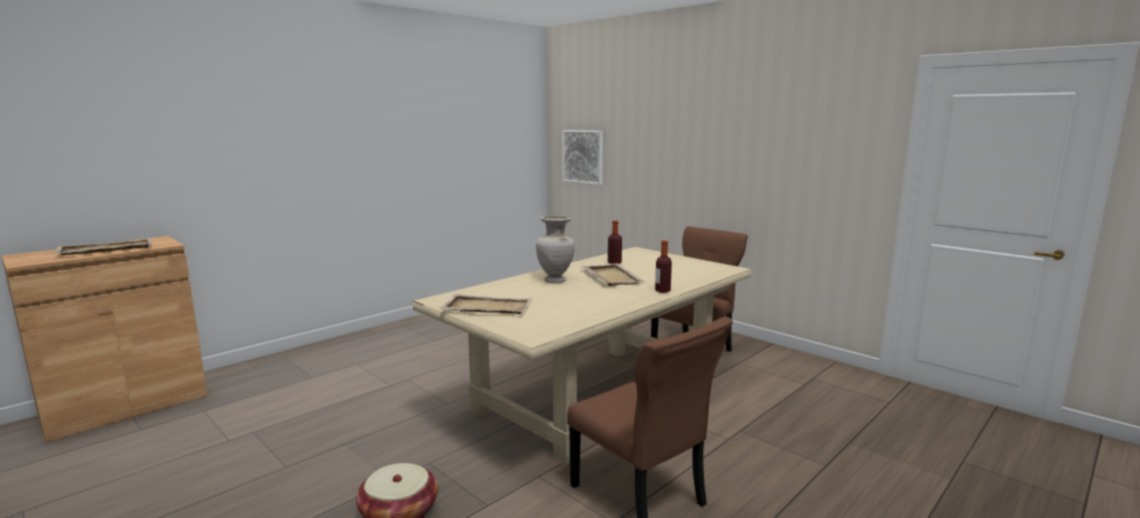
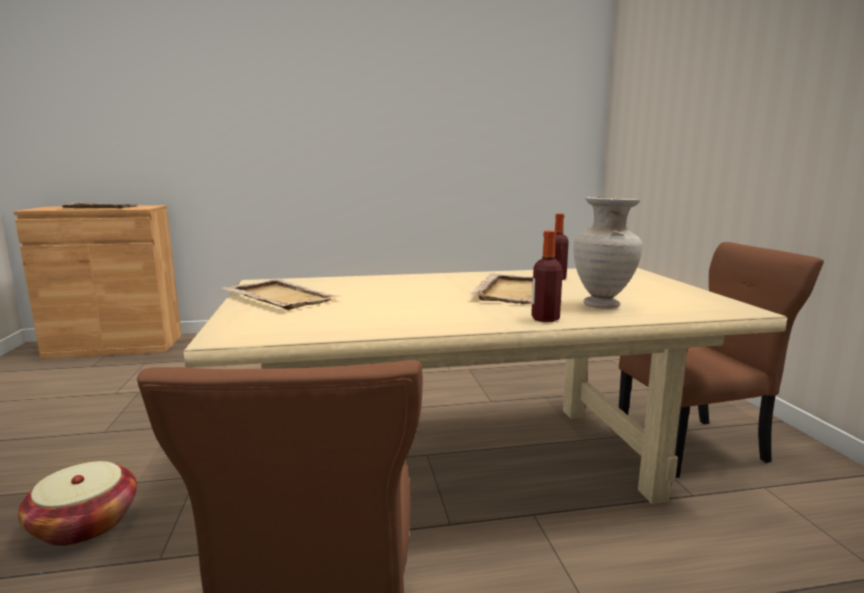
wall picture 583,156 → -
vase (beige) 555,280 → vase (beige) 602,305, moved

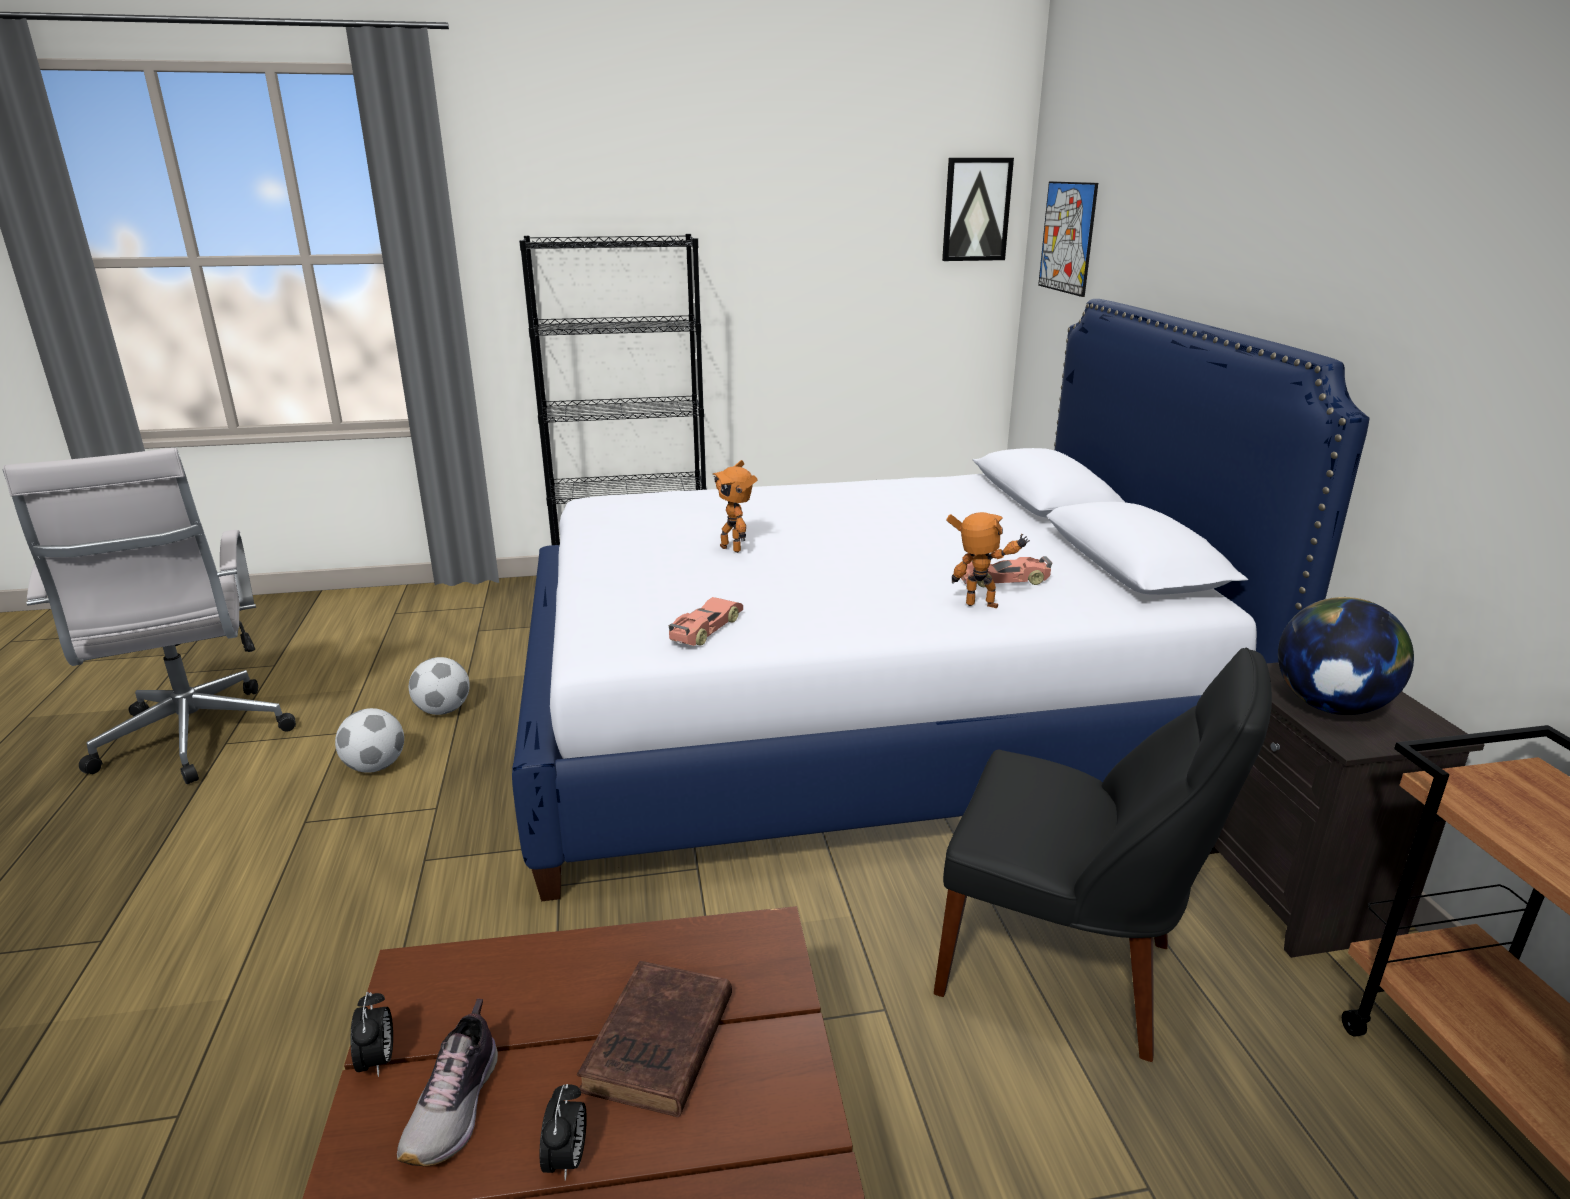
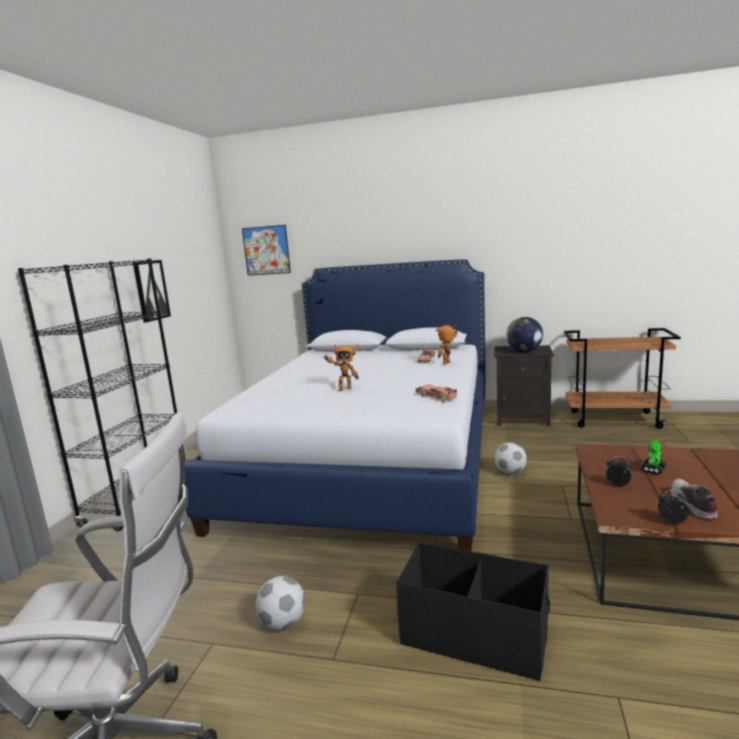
wall picture 976,210 → wall picture 151,290, moved
chair (blackish) 1067,971 → -
ball for football 443,710 → ball for football 510,472, moved
bound book (brownish) 657,1046 → toy robot 653,469
low shoe 456,1106 → low shoe 692,505, 120 degrees counterclockwise
table clock 567,1159 → table clock 618,484, moved
- → storage box (blackish) 474,635

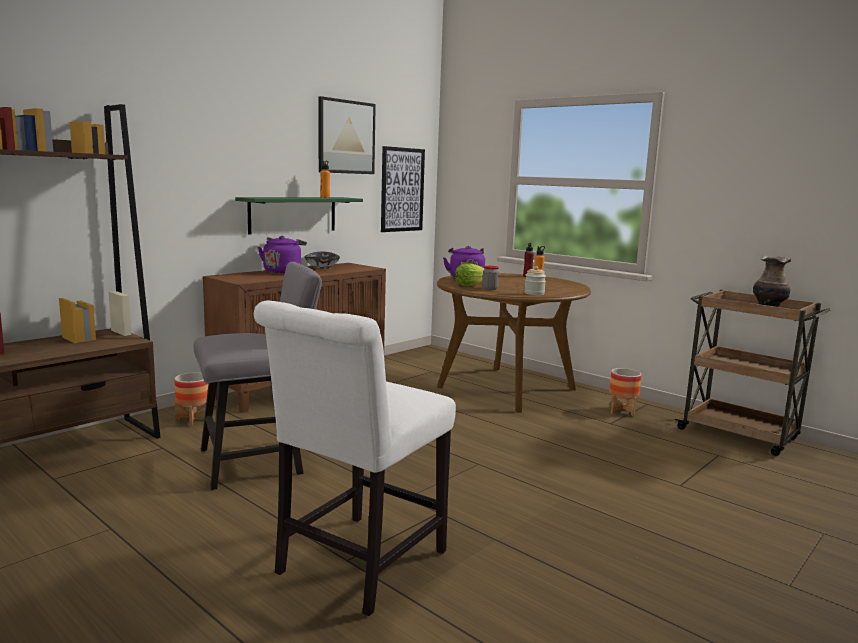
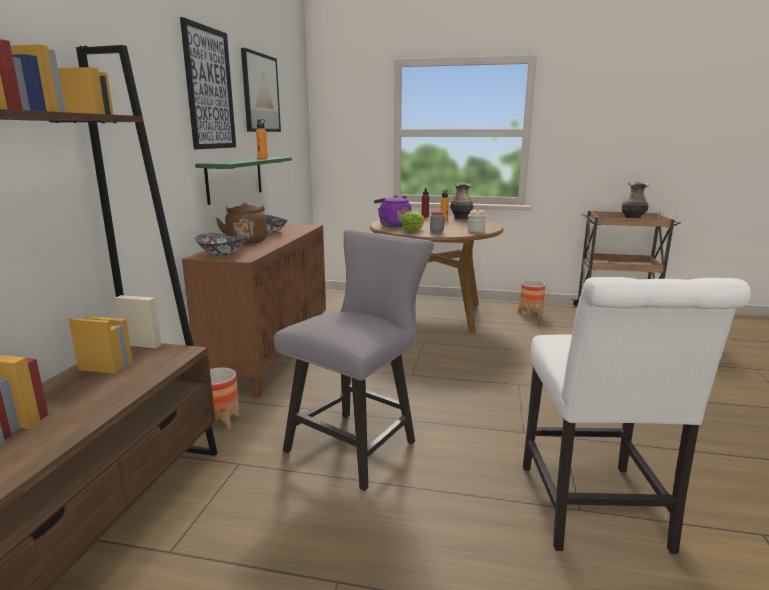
wall picture 402,189 → wall picture 209,89, moved
kettle (purple) 283,271 → kettle (brownish) 247,241
- → vase 461,218
- → deep dish 222,254

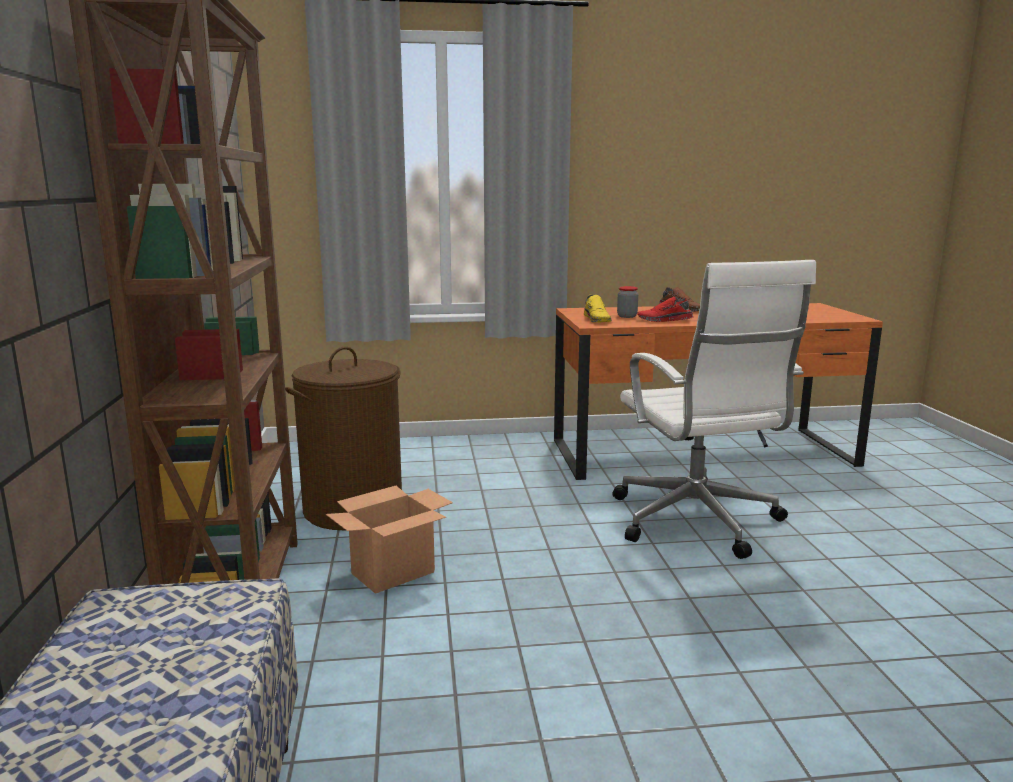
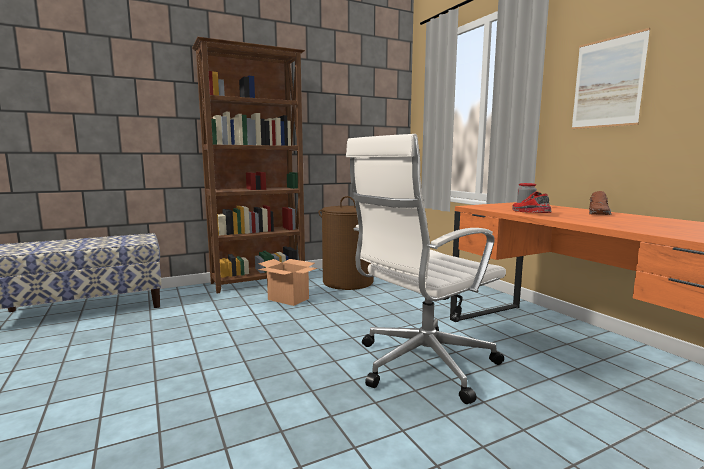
low shoe (yellow) 597,320 → -
- → wall picture 607,83

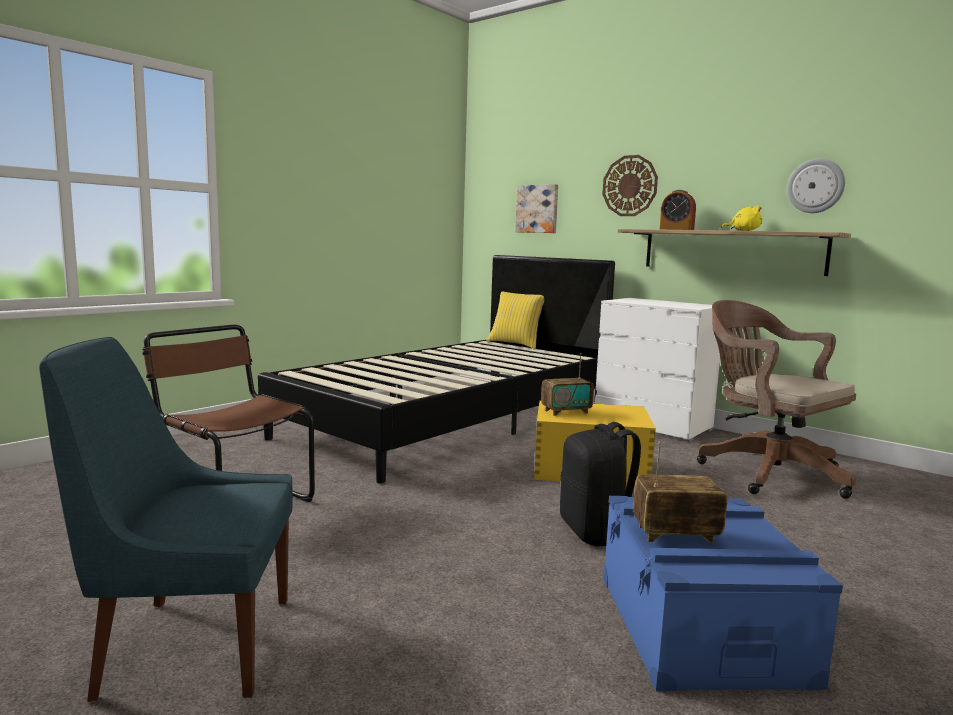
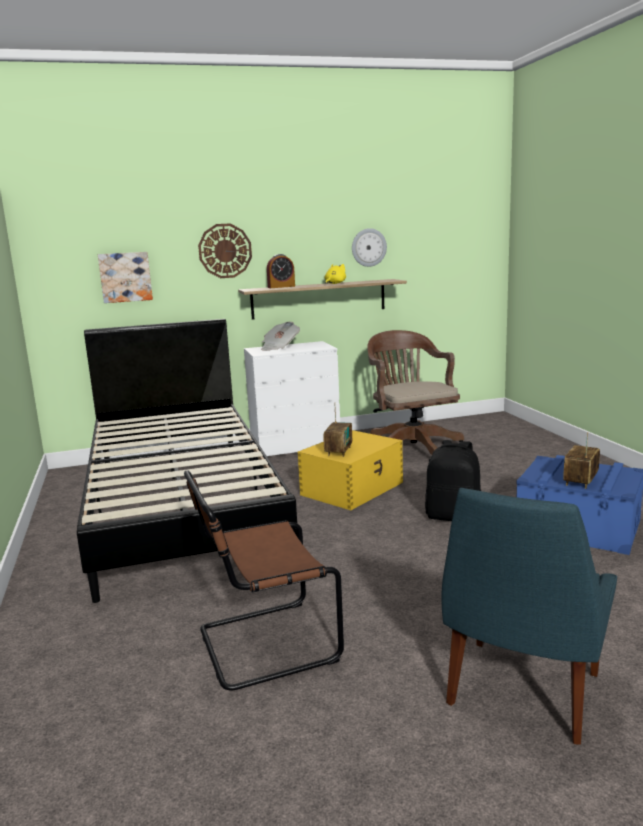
throw pillow (yellow) 516,344 → -
computer chair (brownish) 766,472 → computer chair (brownish) 411,447, 75 degrees clockwise
- → printed paper 279,347

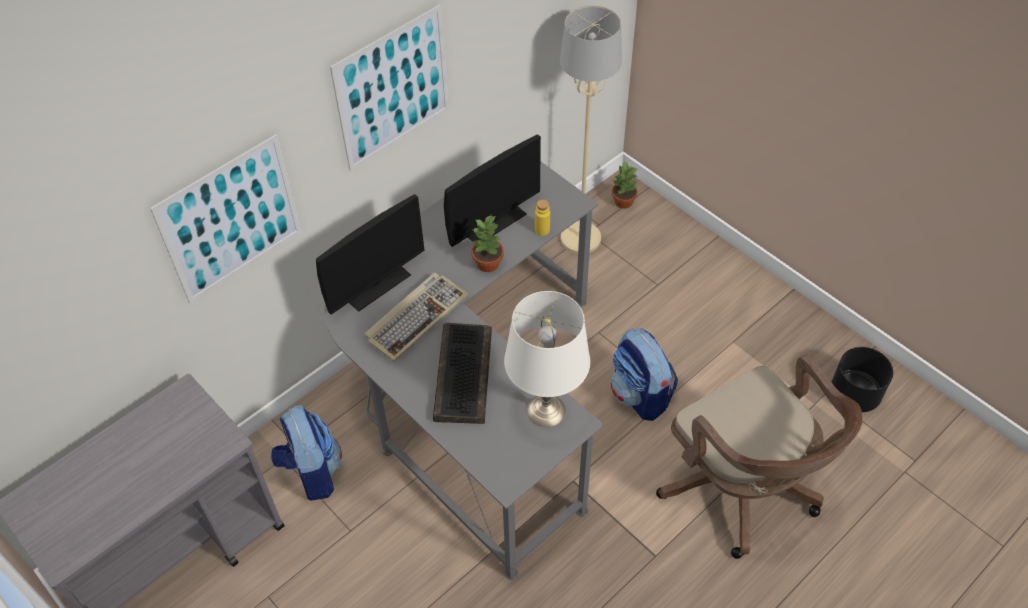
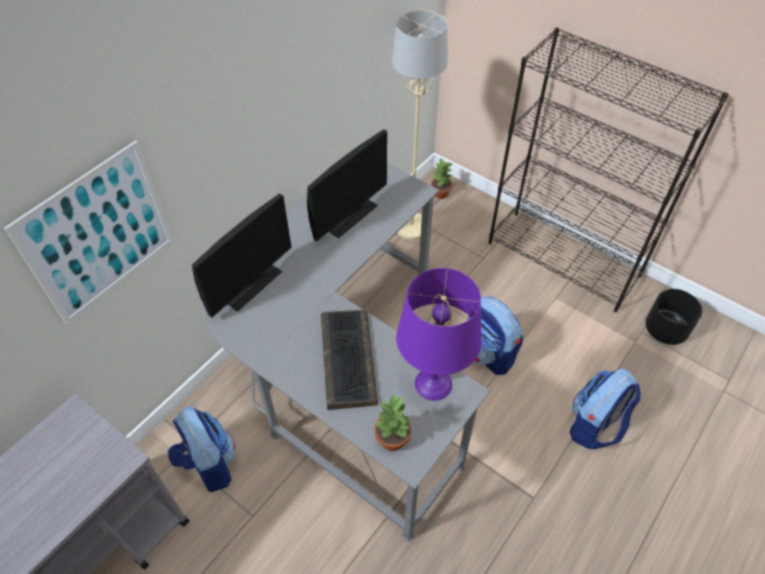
wall picture 393,89 → -
beverage bottle (yellow) 542,230 → -
potted plant 488,264 → potted plant 393,439, moved
PC keyboard 416,317 → -
lamp for a table (white) 545,410 → lamp for a table (purple) 432,383
computer chair (brownish) 743,490 → rucksack 594,426
- → bookcase (blackish) 564,259

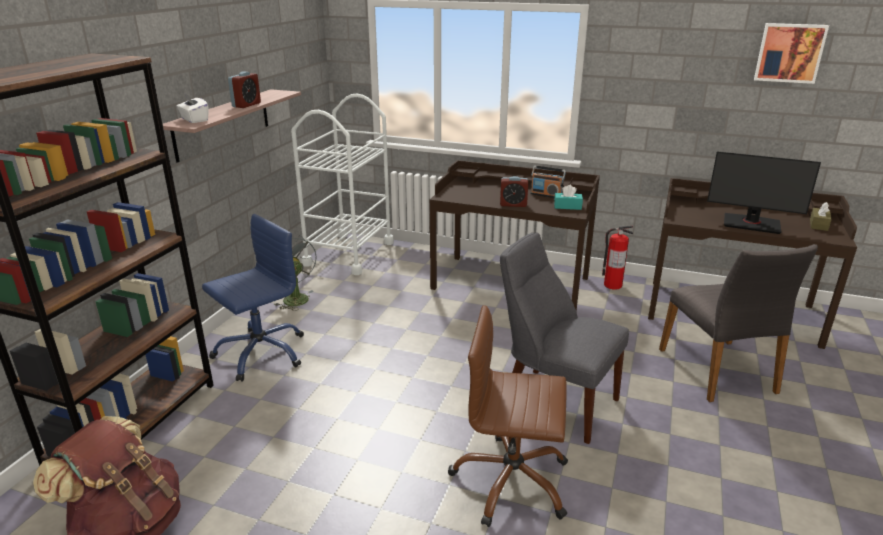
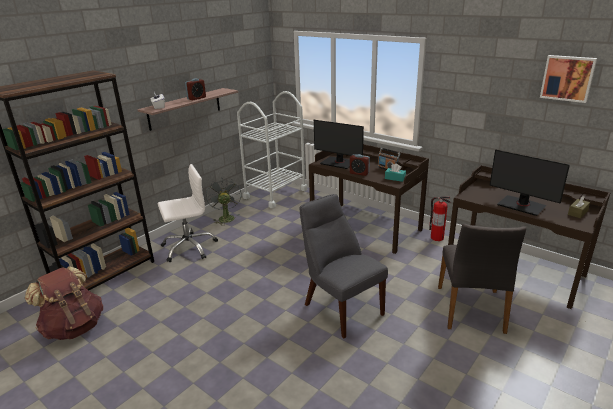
computer chair (bluish) 261,353 → computer chair (white) 189,247
computer chair (brownish) 511,482 → -
- → computer display 338,163

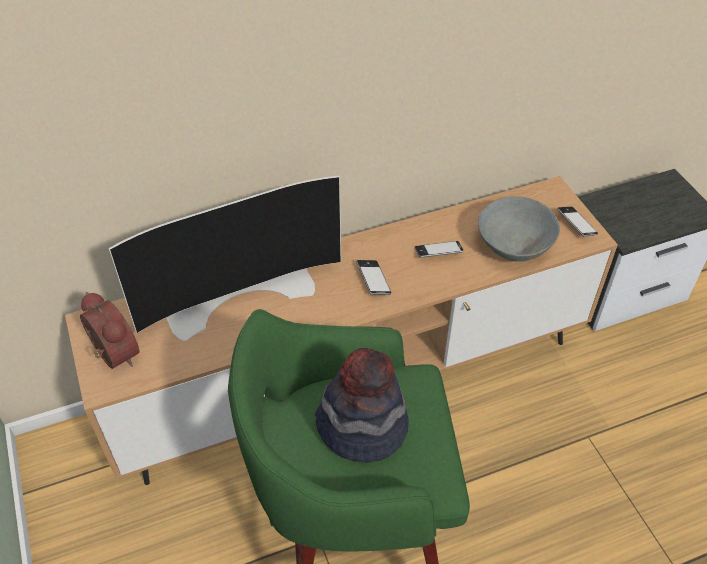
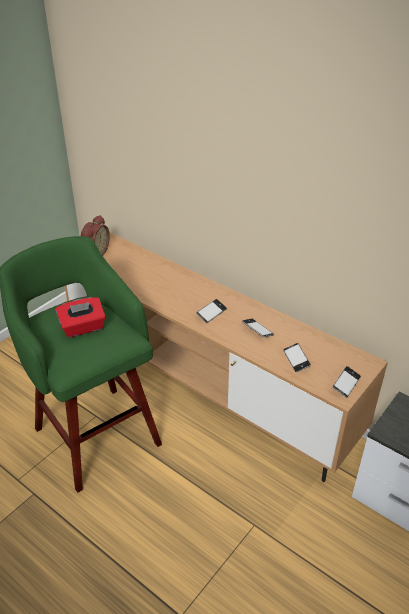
TV set 239,293 → -
deep dish (greyish) 514,244 → telephone 296,359
wearable hat 362,426 → tissue holder (reddish) 83,328

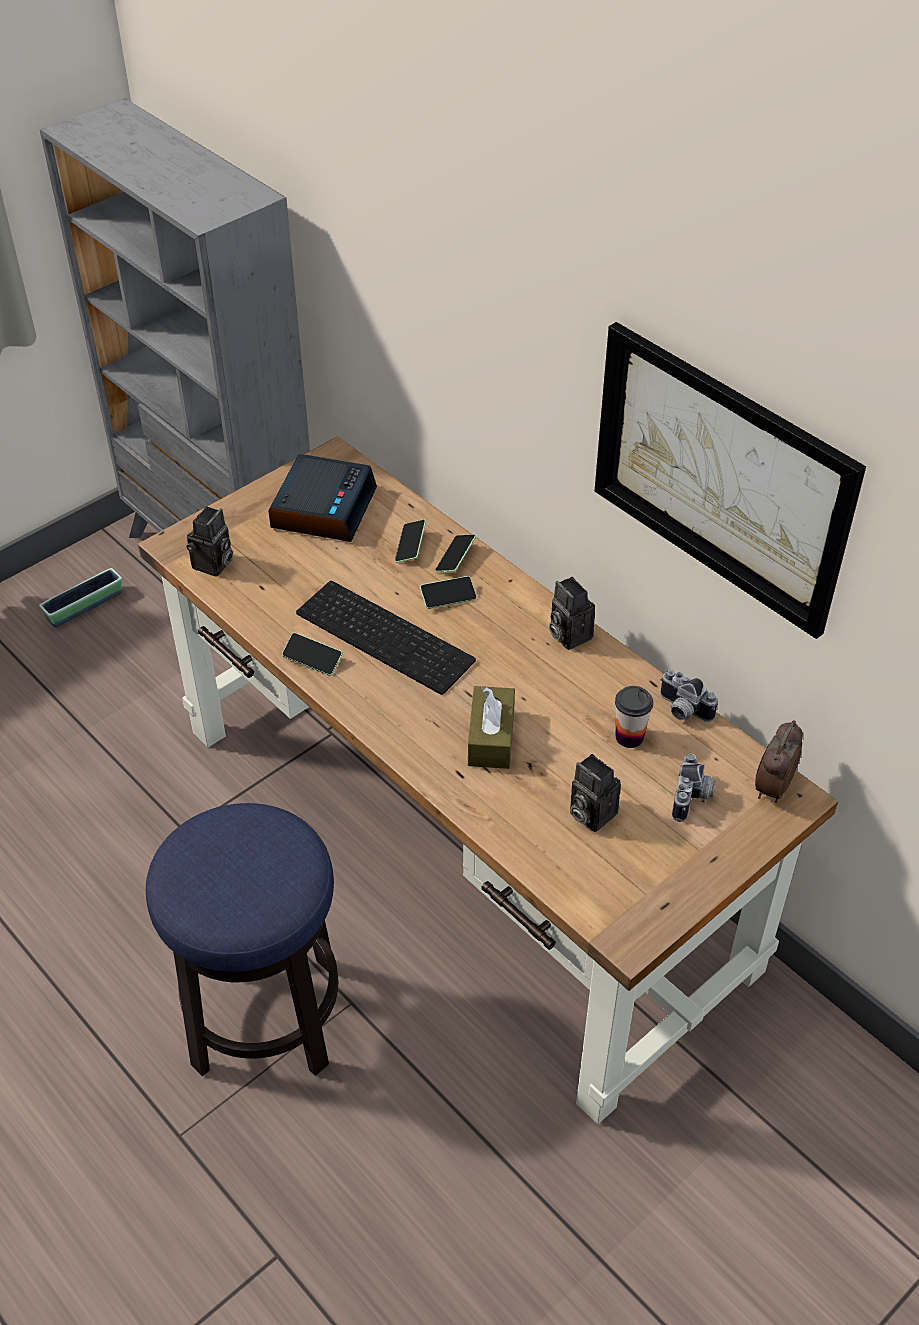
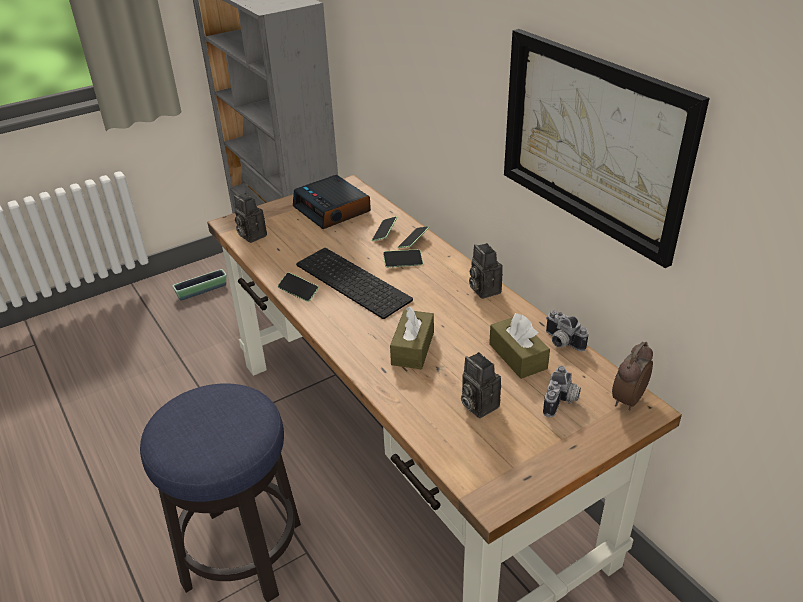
table clock 323,508 → table clock 333,209, 120 degrees clockwise
photo camera 213,565 → photo camera 251,235, 105 degrees clockwise
small cup 629,737 → tissue holder (brownish) 517,356

